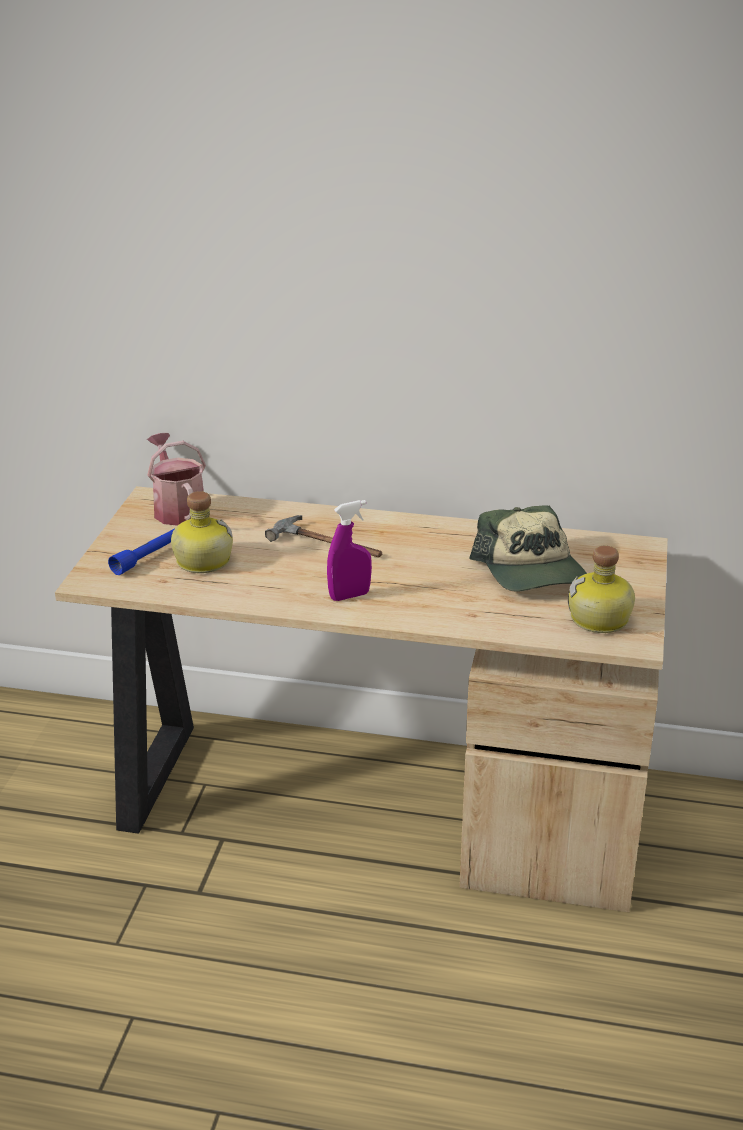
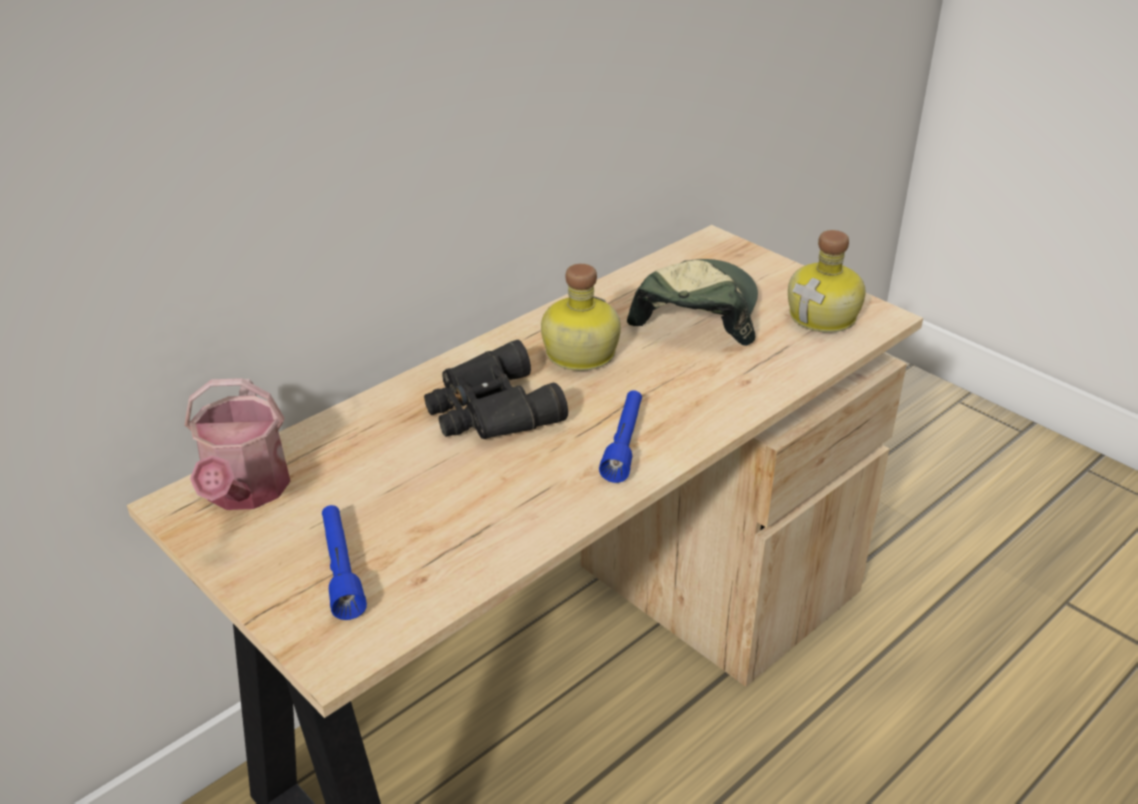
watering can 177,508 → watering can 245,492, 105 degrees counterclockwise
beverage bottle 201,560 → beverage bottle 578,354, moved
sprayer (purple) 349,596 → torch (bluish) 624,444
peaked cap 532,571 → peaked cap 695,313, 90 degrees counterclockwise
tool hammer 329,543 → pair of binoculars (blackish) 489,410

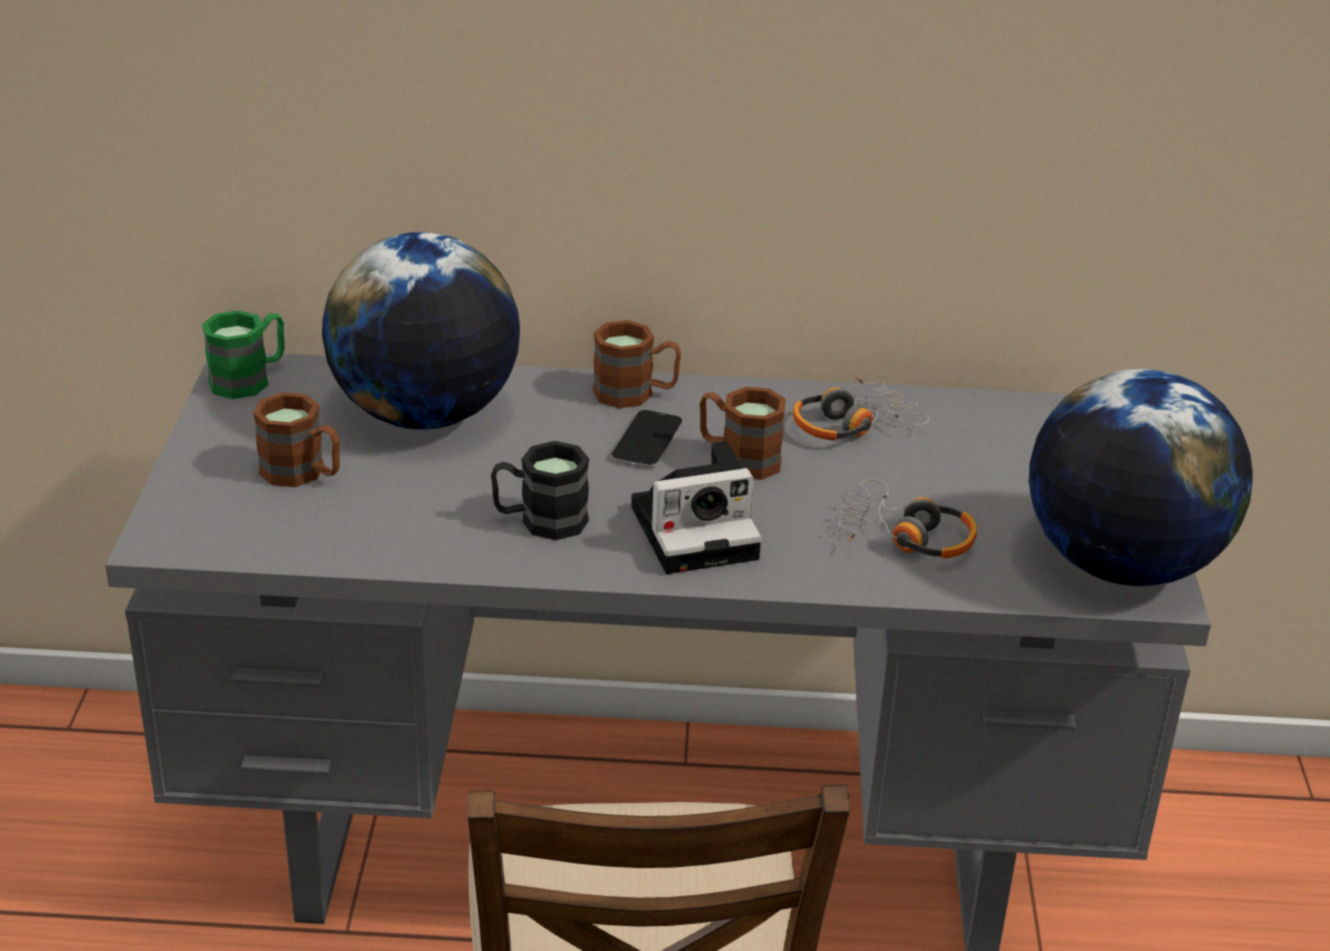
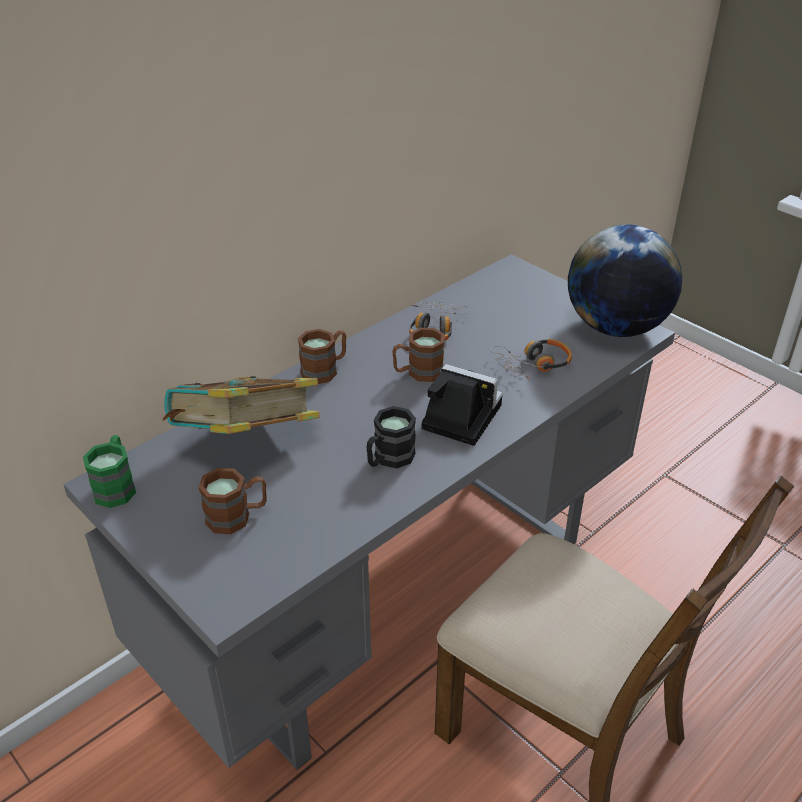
desk globe 425,415 → bound book 246,443
telephone 647,441 → -
photo camera 699,530 → photo camera 458,416, 90 degrees counterclockwise

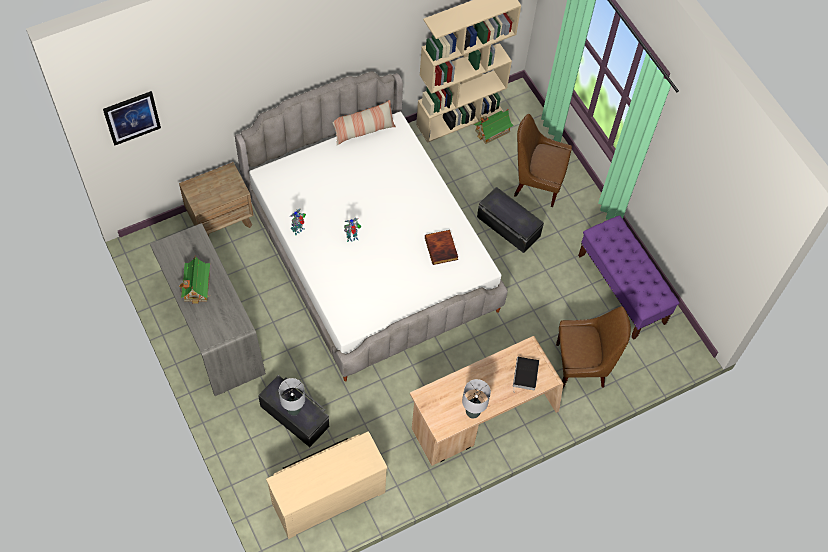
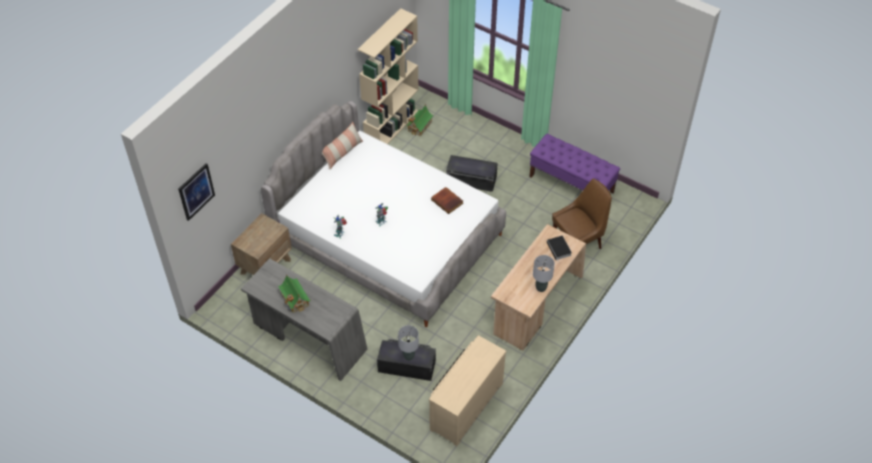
chair (brownish) 536,183 → -

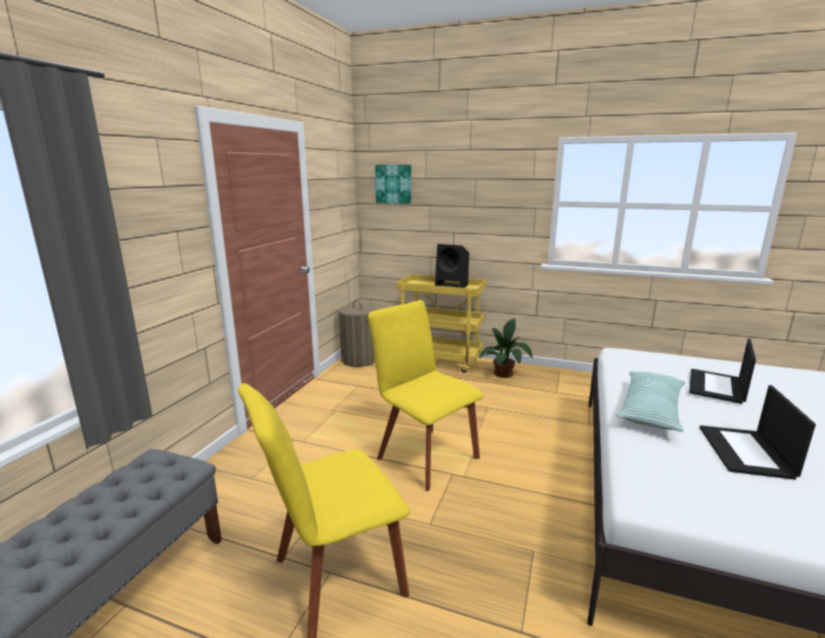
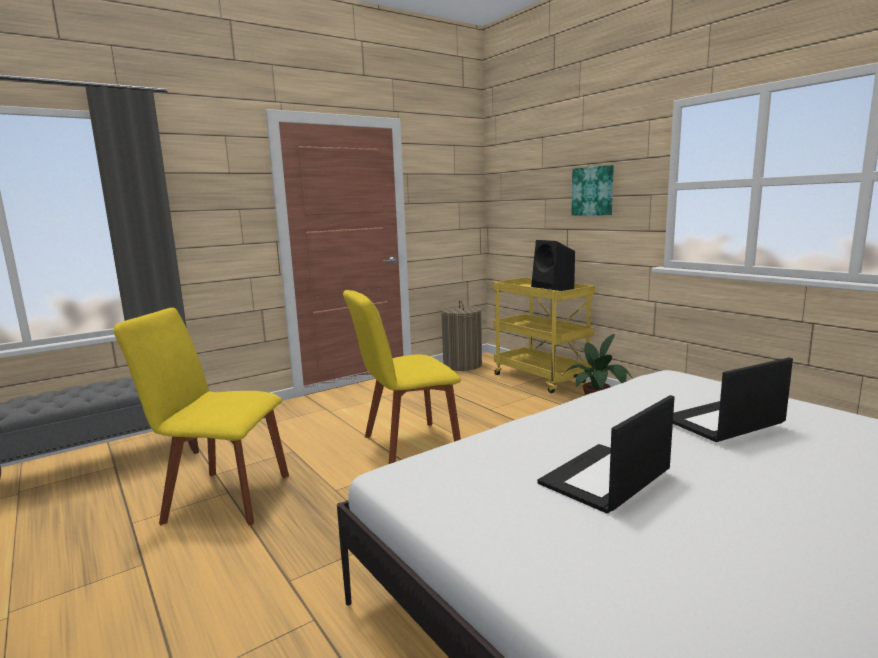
wall picture 394,184 → wall picture 593,191, moved
chair (yellow) 424,455 → chair (yellow) 406,445, 105 degrees counterclockwise
throw pillow 650,410 → -

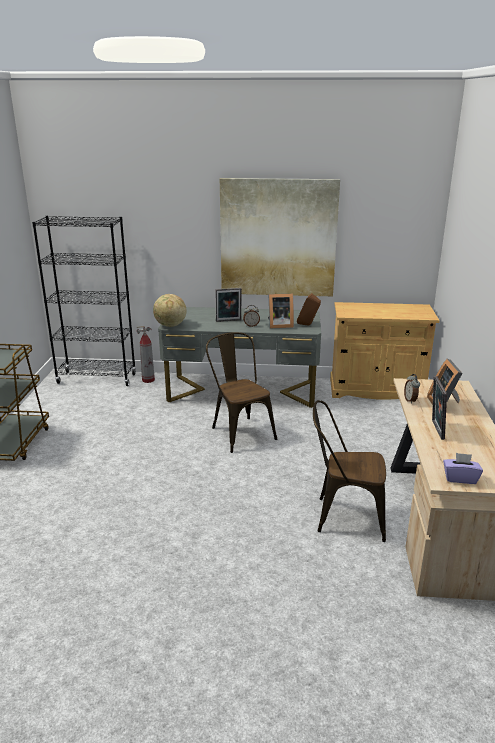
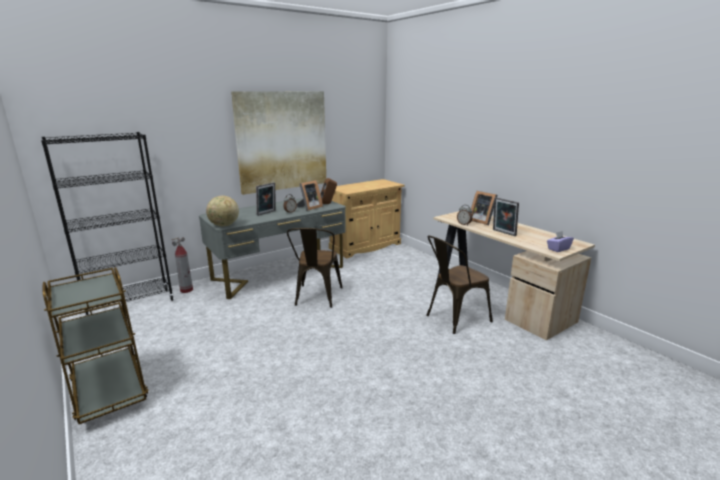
chair (brownish) 239,431 → chair (brownish) 316,298, 105 degrees counterclockwise

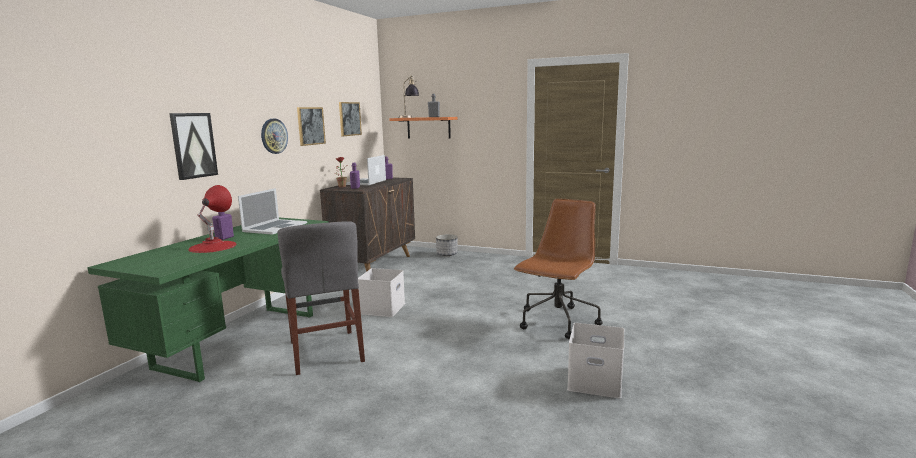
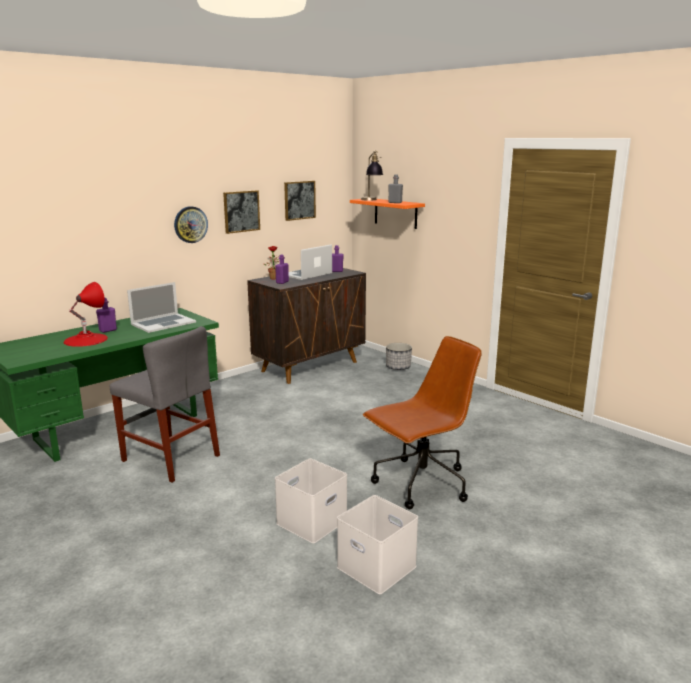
wall picture 193,145 → -
chair (greyish) 326,351 → chair (greyish) 170,458, 60 degrees counterclockwise
storage box (white) 382,308 → storage box (white) 312,520, moved

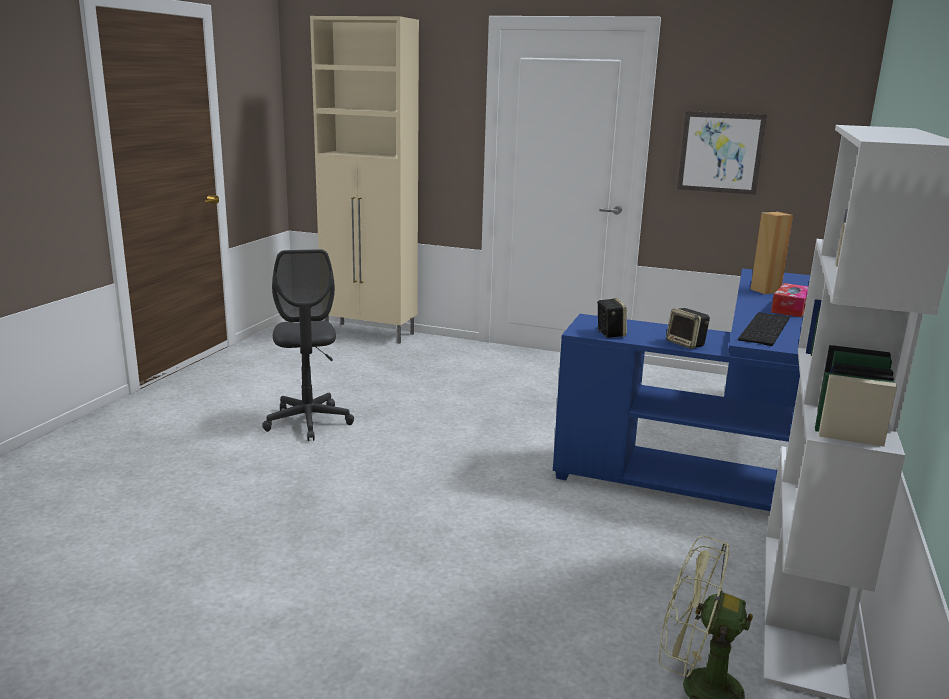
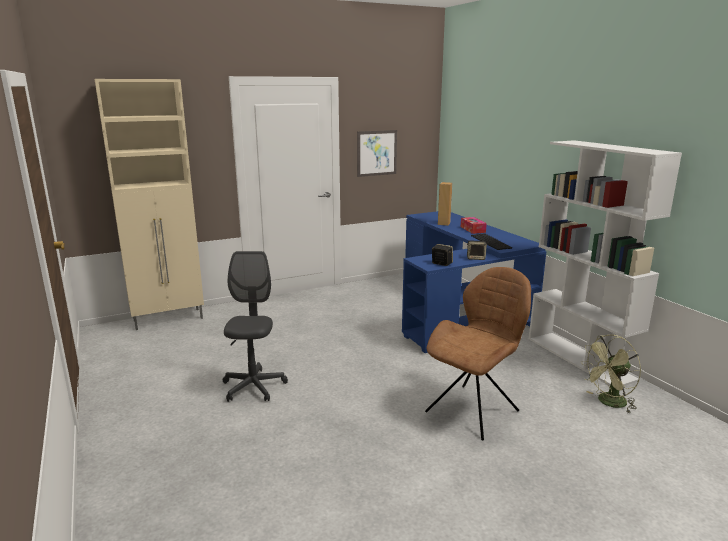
computer chair (greyish) 308,422 → computer chair (greyish) 253,387, 120 degrees counterclockwise
- → chair (brownish) 474,410

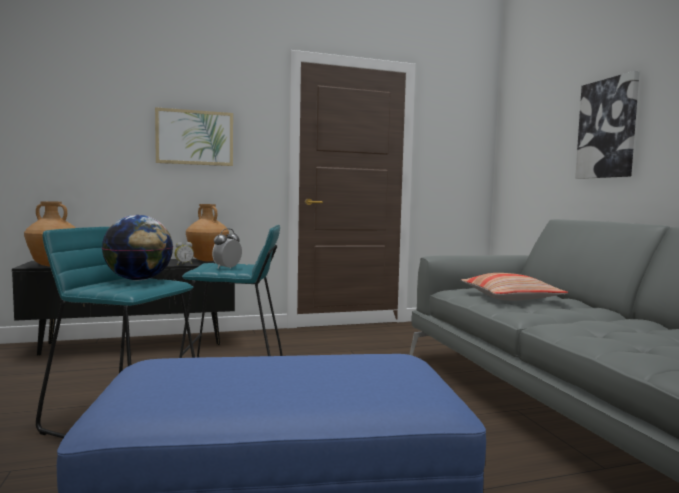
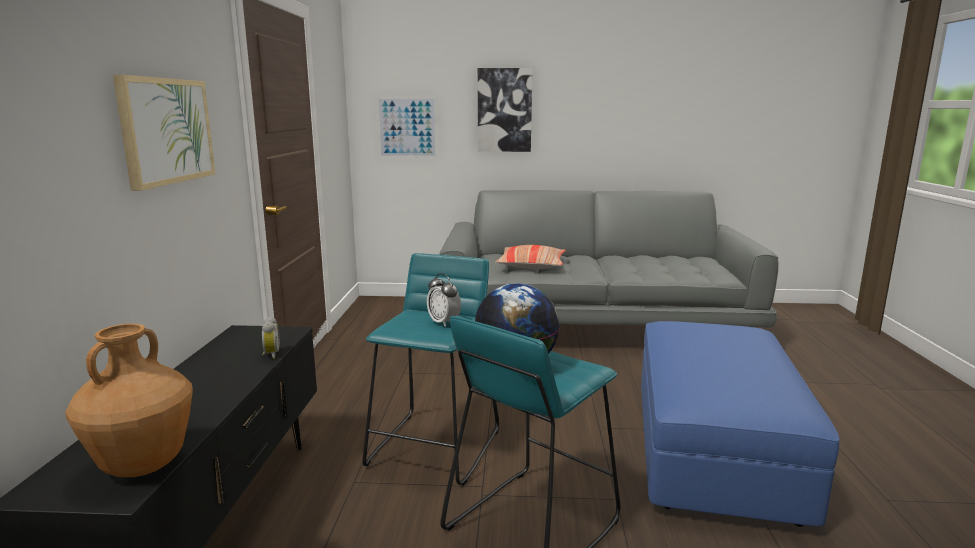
vase (brownish) 208,260 → -
- → wall picture 407,127

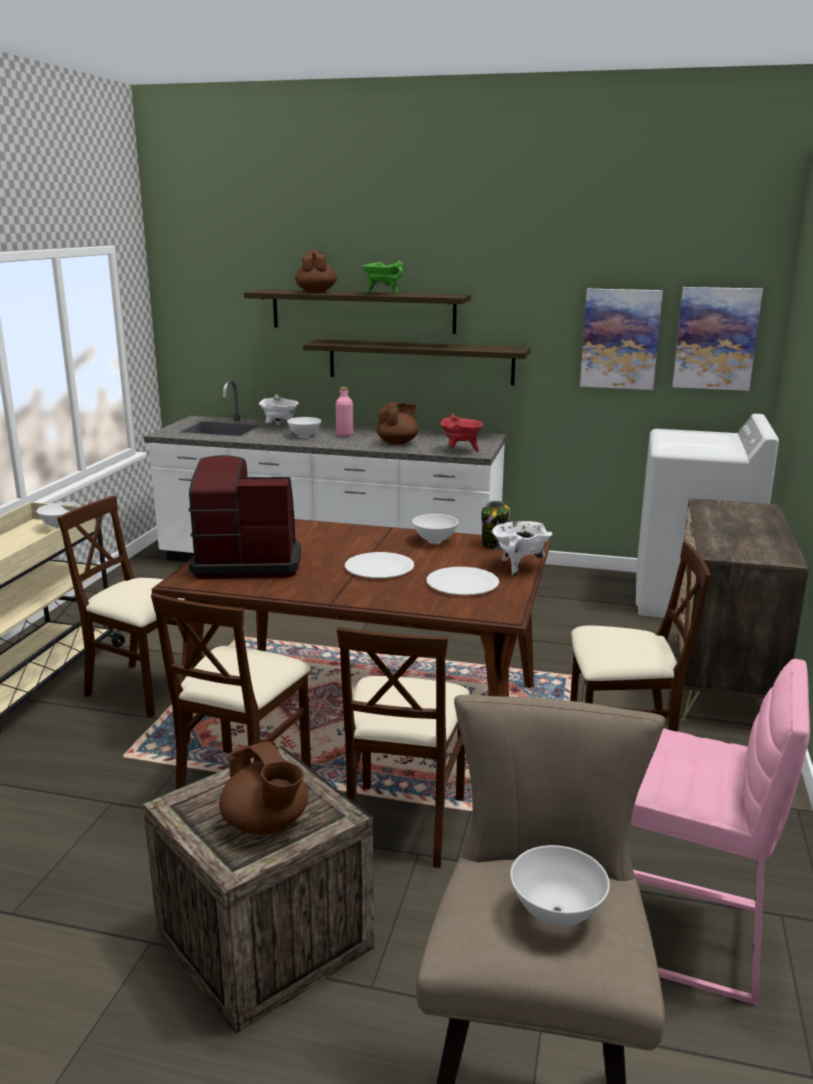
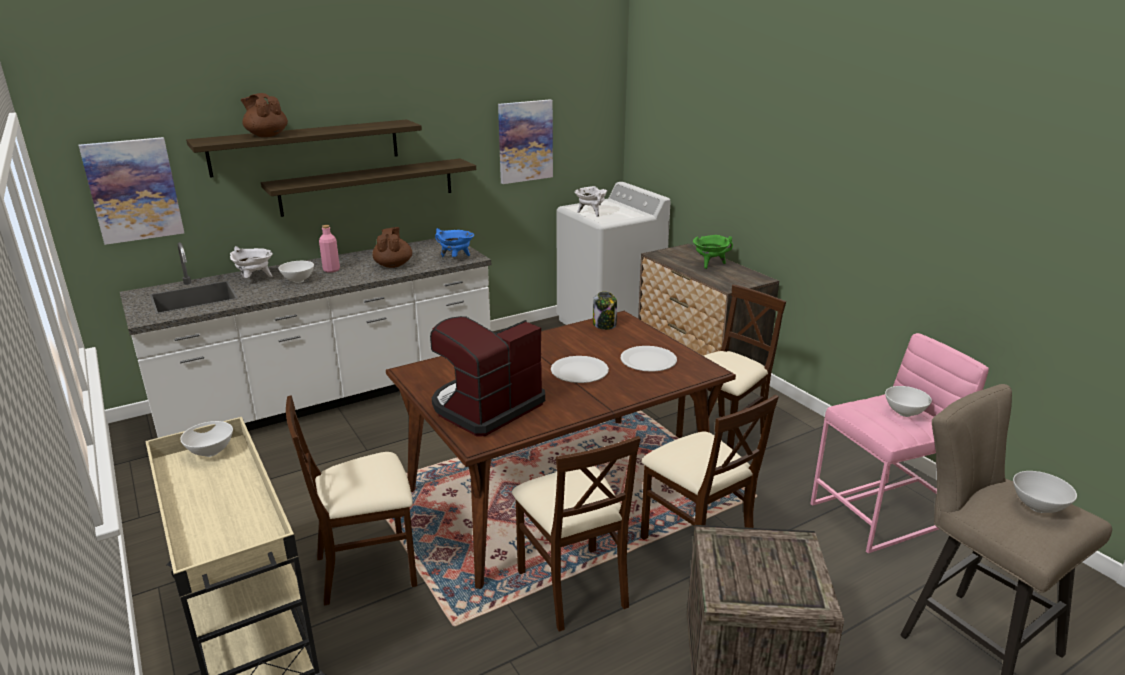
cooking pot (green) 383,294 → cooking pot (green) 710,264, moved
wall picture 716,338 → wall picture 133,190, moved
cooking pot (reddish) 461,451 → cooking pot (bluish) 456,258
deep dish (white) 435,541 → deep dish (white) 904,413, moved
cooking pot (white) 519,567 → cooking pot (white) 591,213, moved
teapot (brownish) 266,824 → -

